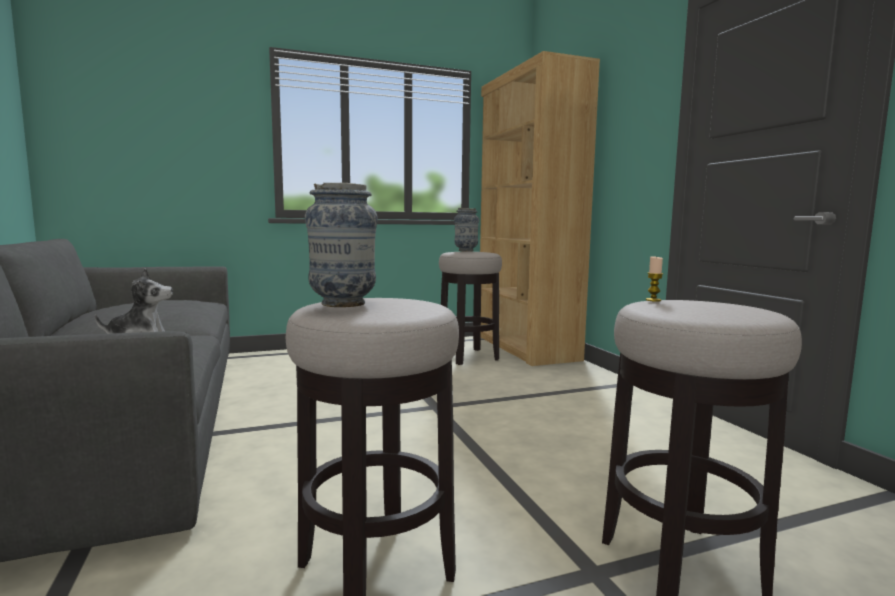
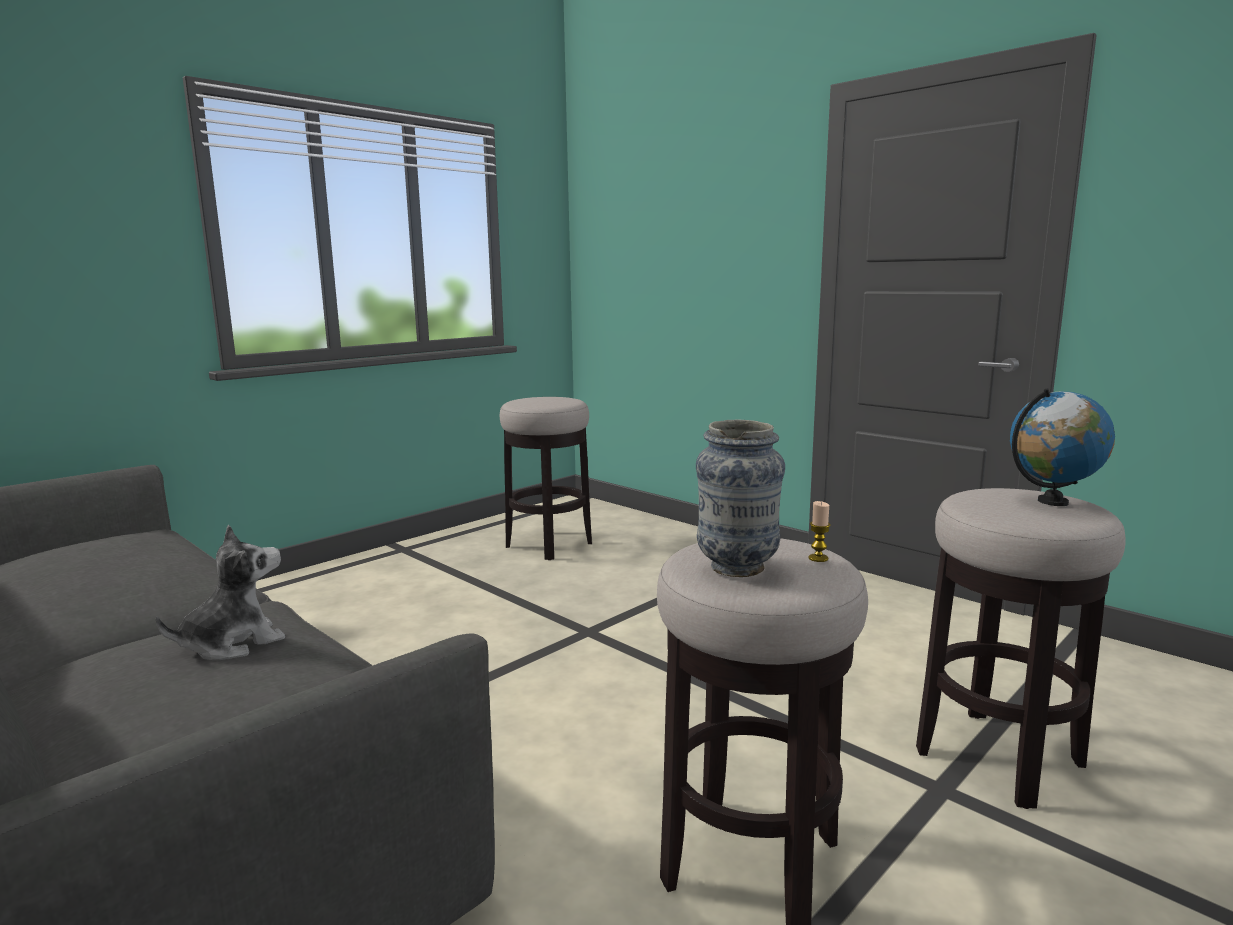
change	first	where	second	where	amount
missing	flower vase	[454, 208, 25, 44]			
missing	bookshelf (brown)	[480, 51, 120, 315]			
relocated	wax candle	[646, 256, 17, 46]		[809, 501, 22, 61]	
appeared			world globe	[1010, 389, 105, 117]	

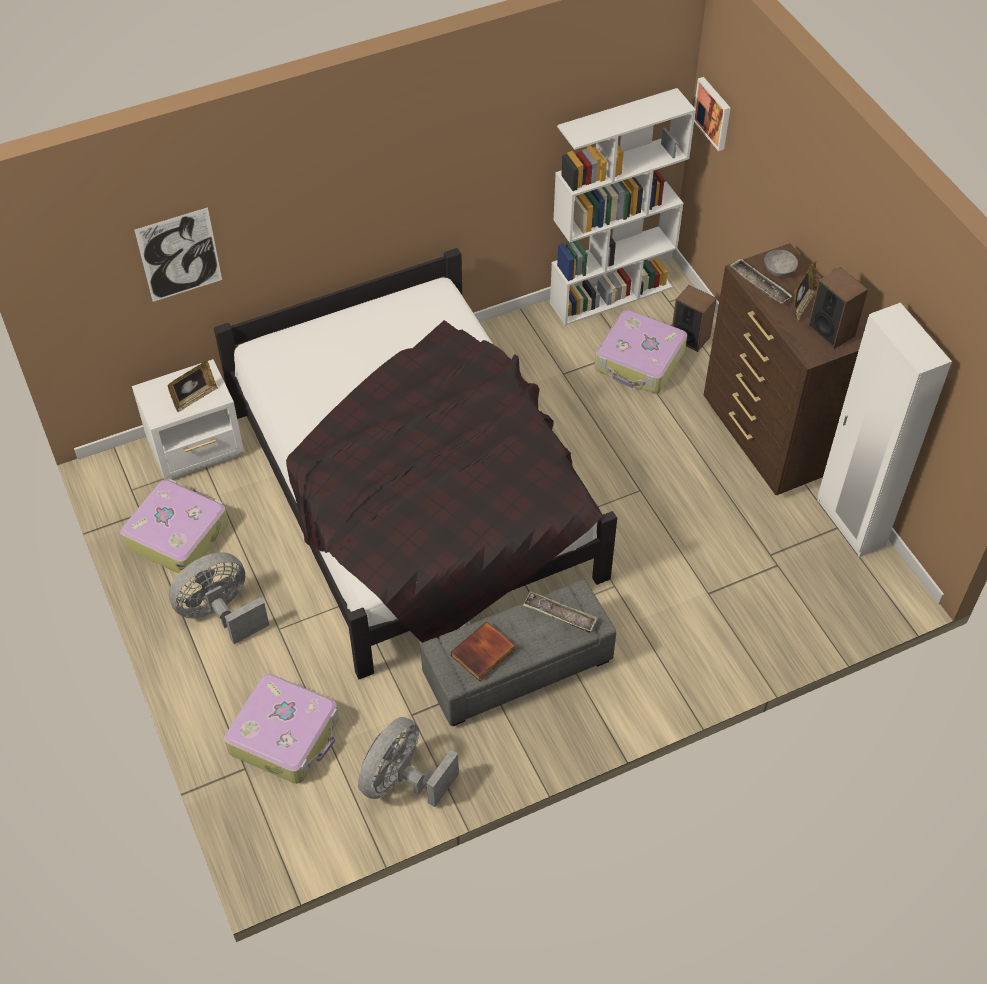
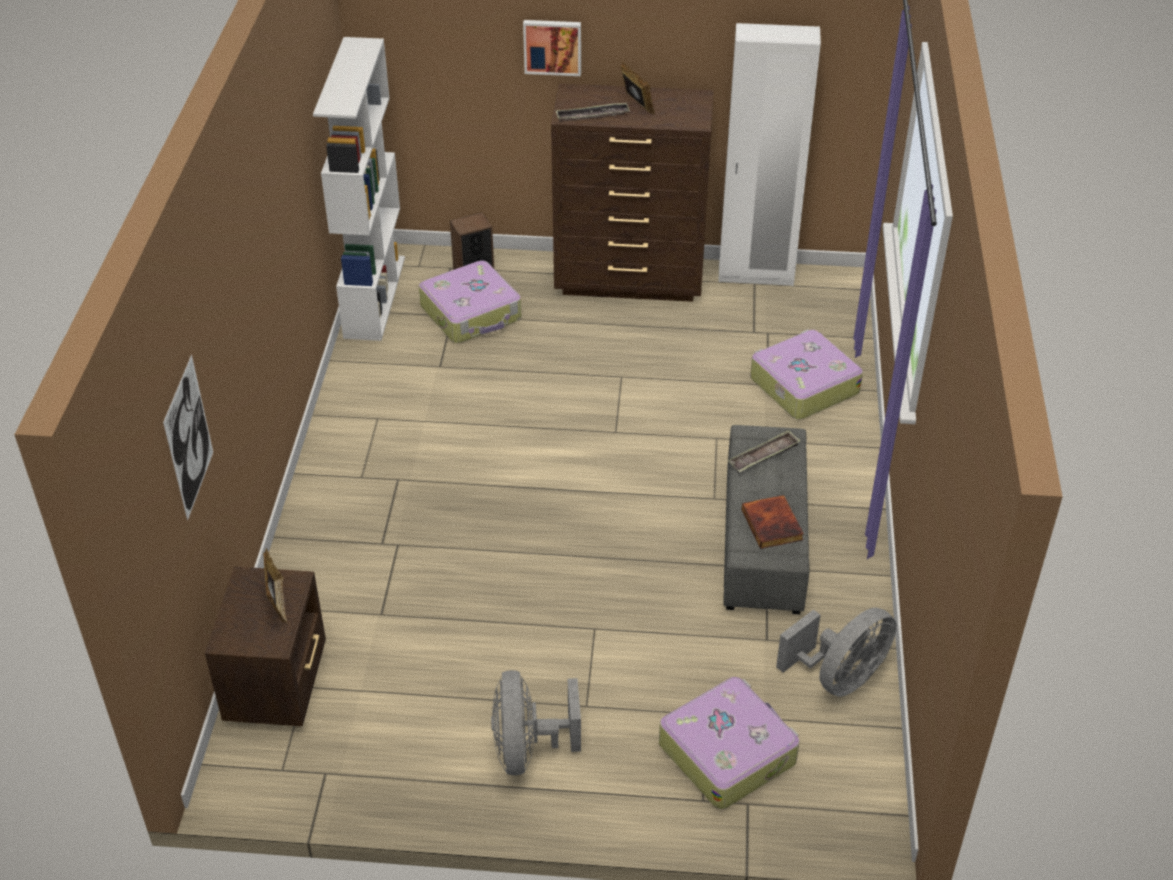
change	first	where	second	where	amount
relocated	suitcase	[120, 479, 109, 95]		[750, 329, 113, 91]	
colour	night table (white)	[132, 359, 112, 121]	night table (brown)	[205, 566, 121, 160]	
missing	bedroom bed (black-coloured)	[214, 248, 403, 431]			
spun	fan (greyish)	[358, 717, 101, 90]		[776, 608, 121, 89]	105 degrees counterclockwise
relocated	wall picture	[694, 77, 36, 74]		[523, 20, 58, 56]	
missing	serving bowl (greyish)	[764, 250, 34, 27]			
missing	loudspeaker	[808, 267, 60, 82]			

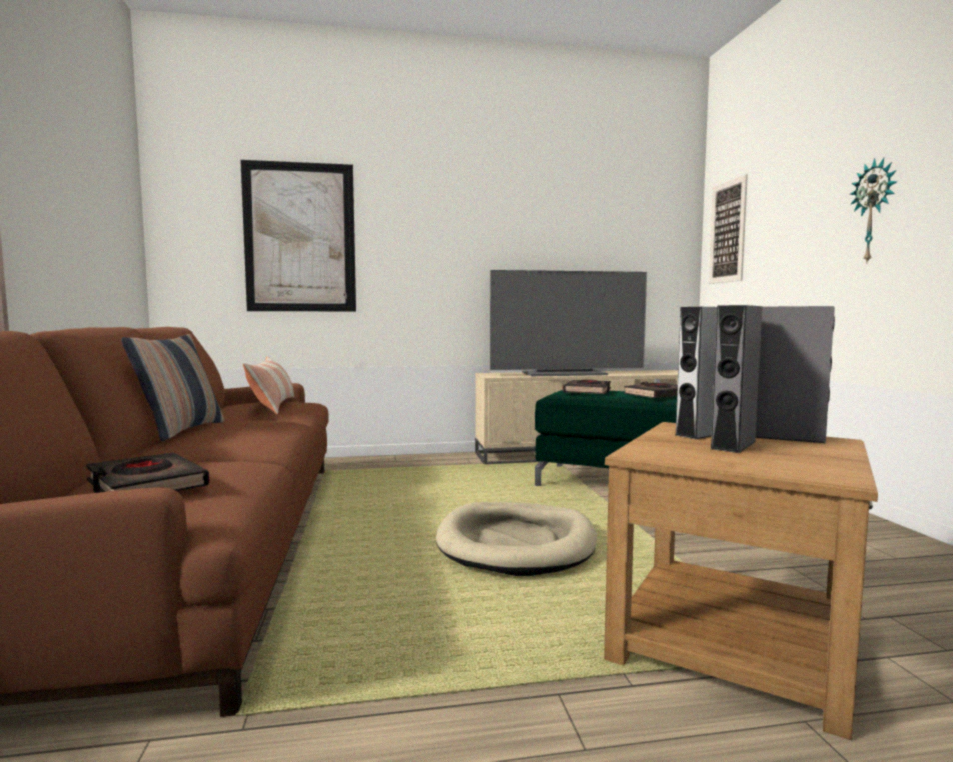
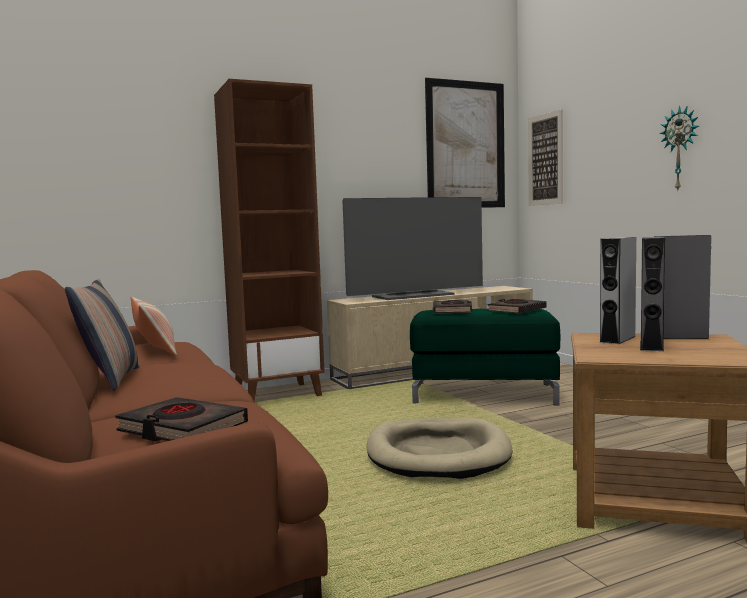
change	first	where	second	where	amount
relocated	wall picture	[240, 160, 116, 151]		[425, 78, 80, 130]	
appeared			bookshelf (brown)	[214, 79, 111, 322]	

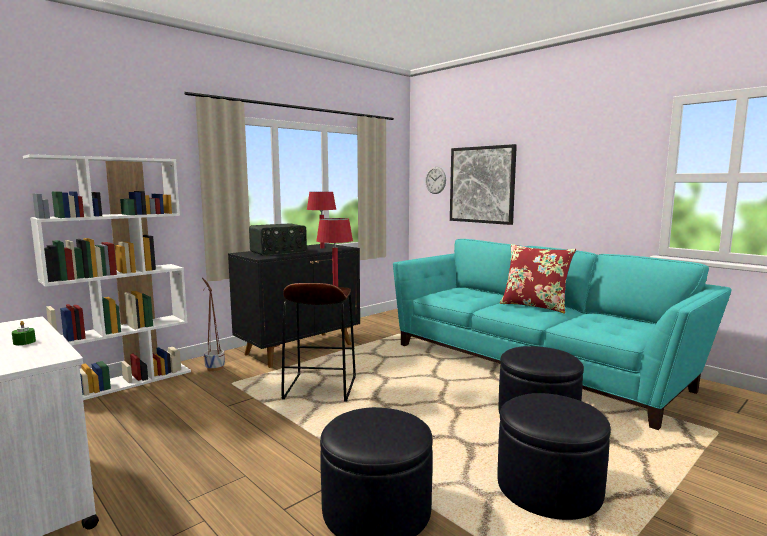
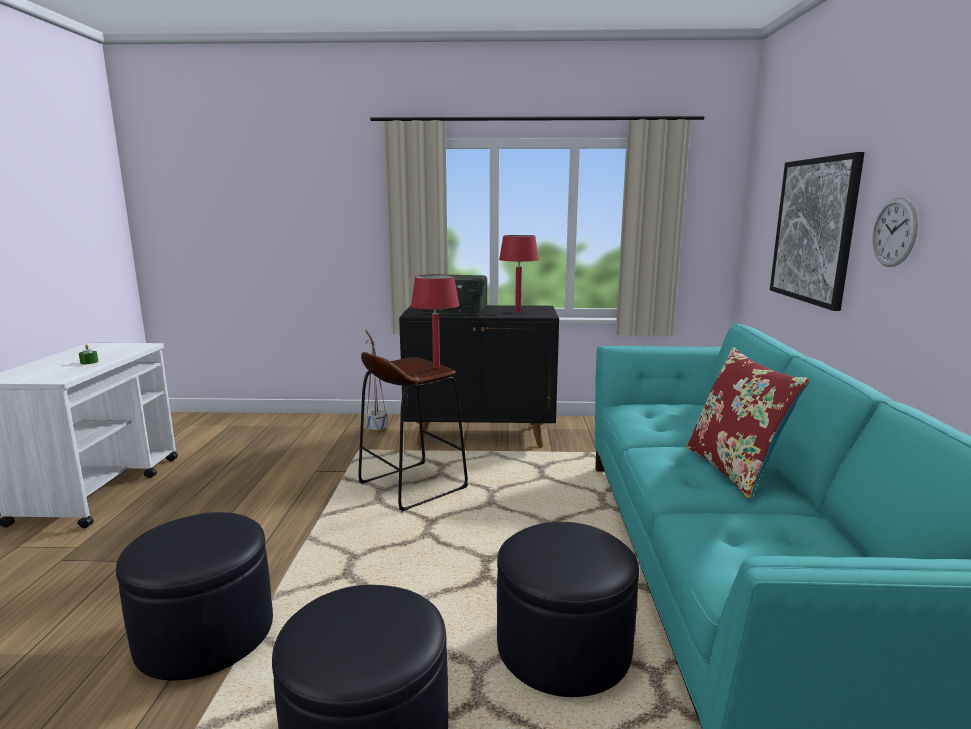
change	first	where	second	where	amount
missing	bookshelf (white)	[23, 154, 168, 246]			
relocated	clock on the wall	[425, 167, 21, 27]		[872, 197, 46, 70]	

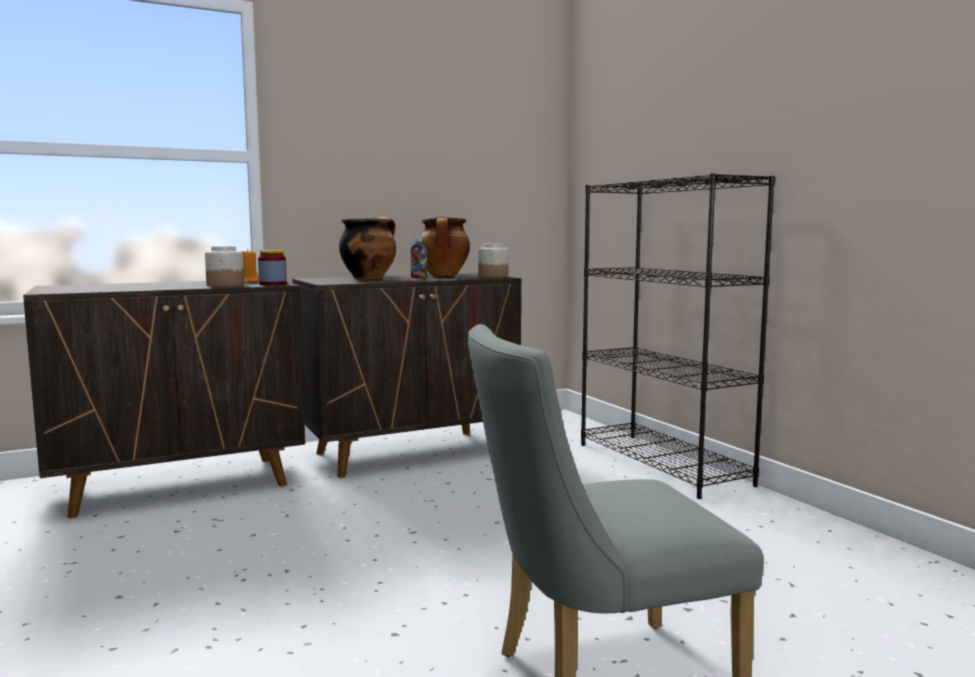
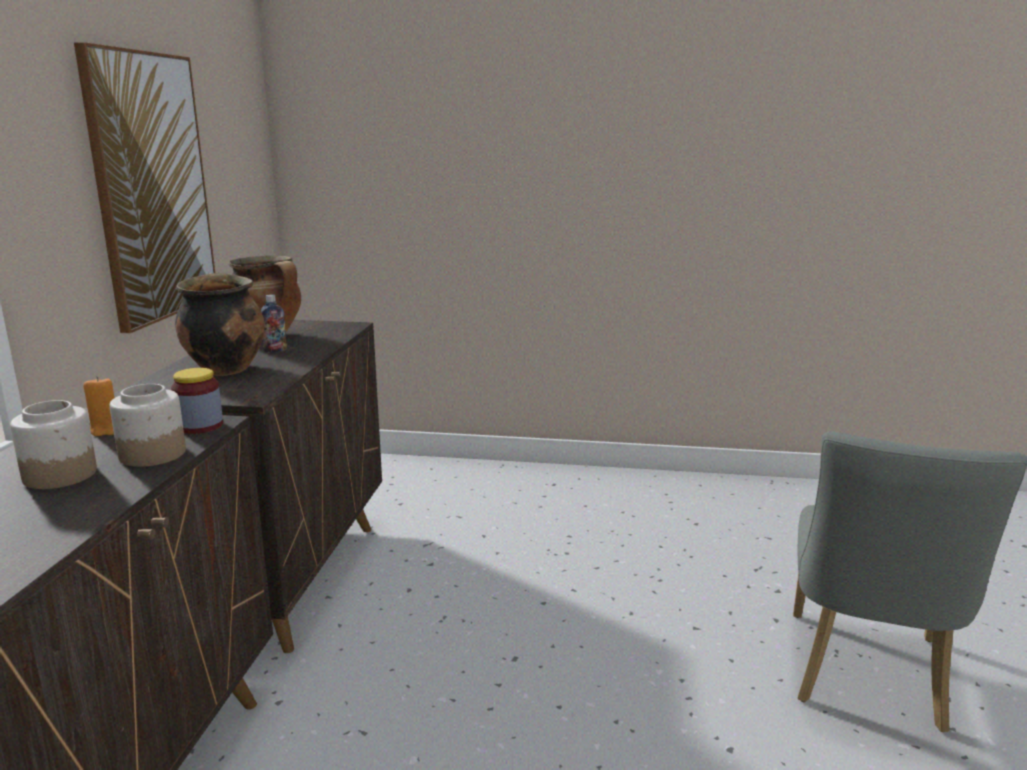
change	first	where	second	where	amount
relocated	storage jar	[478, 243, 30, 35]		[10, 400, 87, 89]	
missing	bookshelf (black-coloured)	[581, 173, 194, 326]			
appeared			wall picture	[74, 42, 141, 291]	

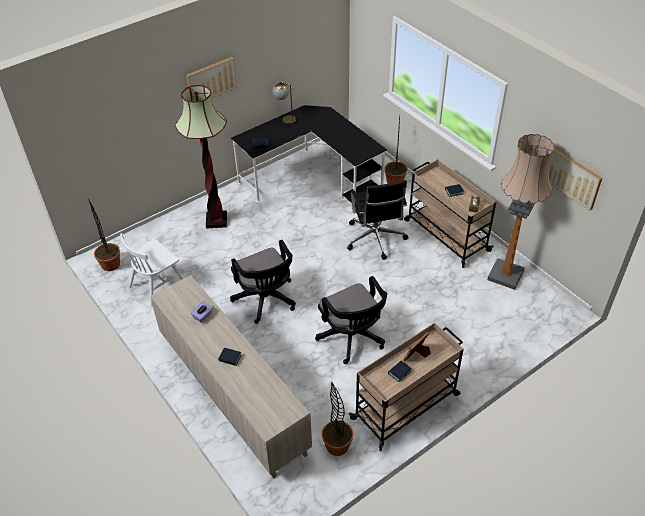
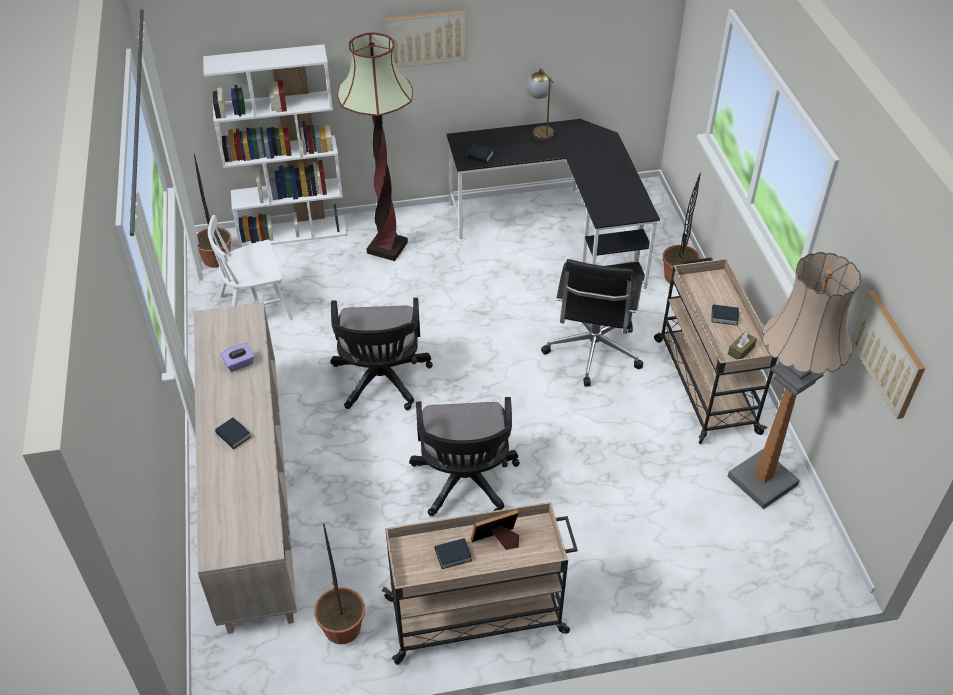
change	first	where	second	where	amount
appeared			bookshelf (white)	[203, 44, 144, 204]	

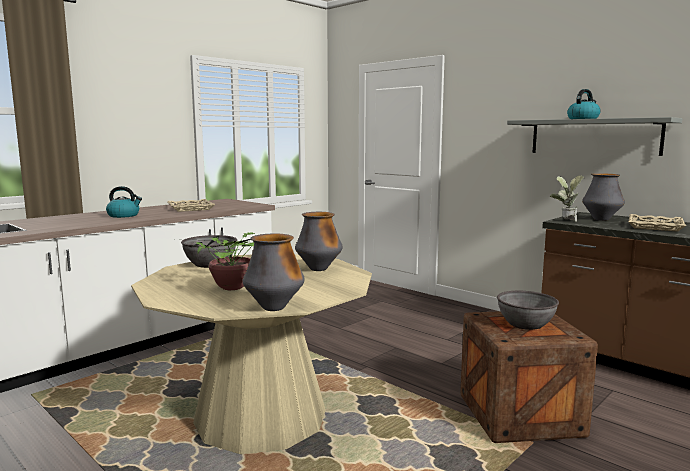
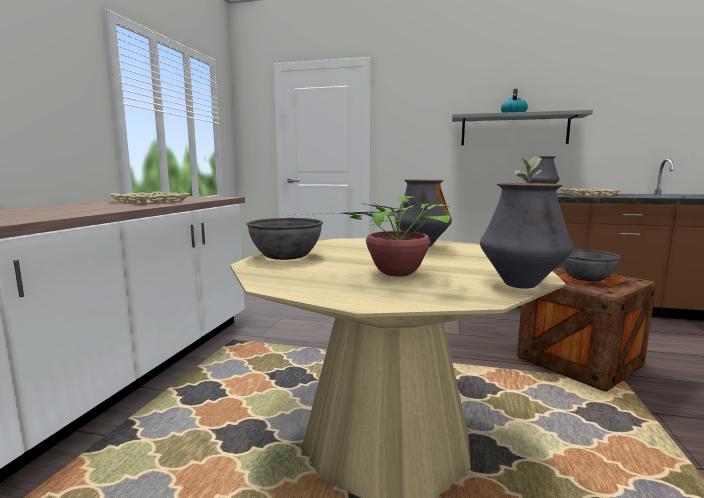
change	first	where	second	where	amount
missing	kettle	[106, 186, 36, 32]			

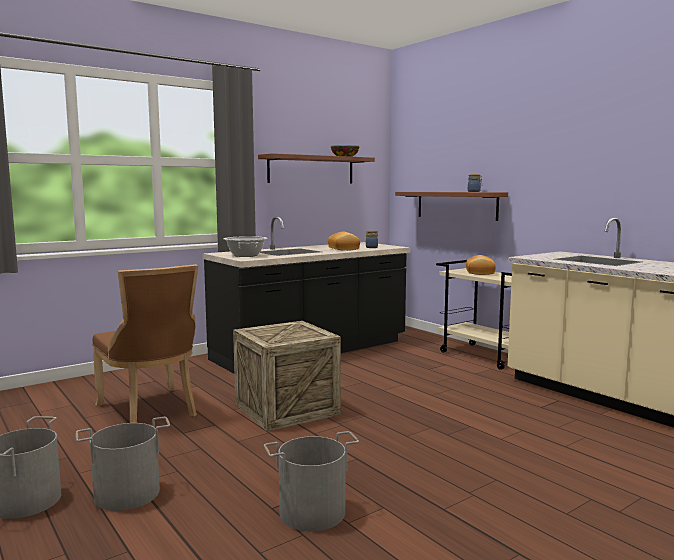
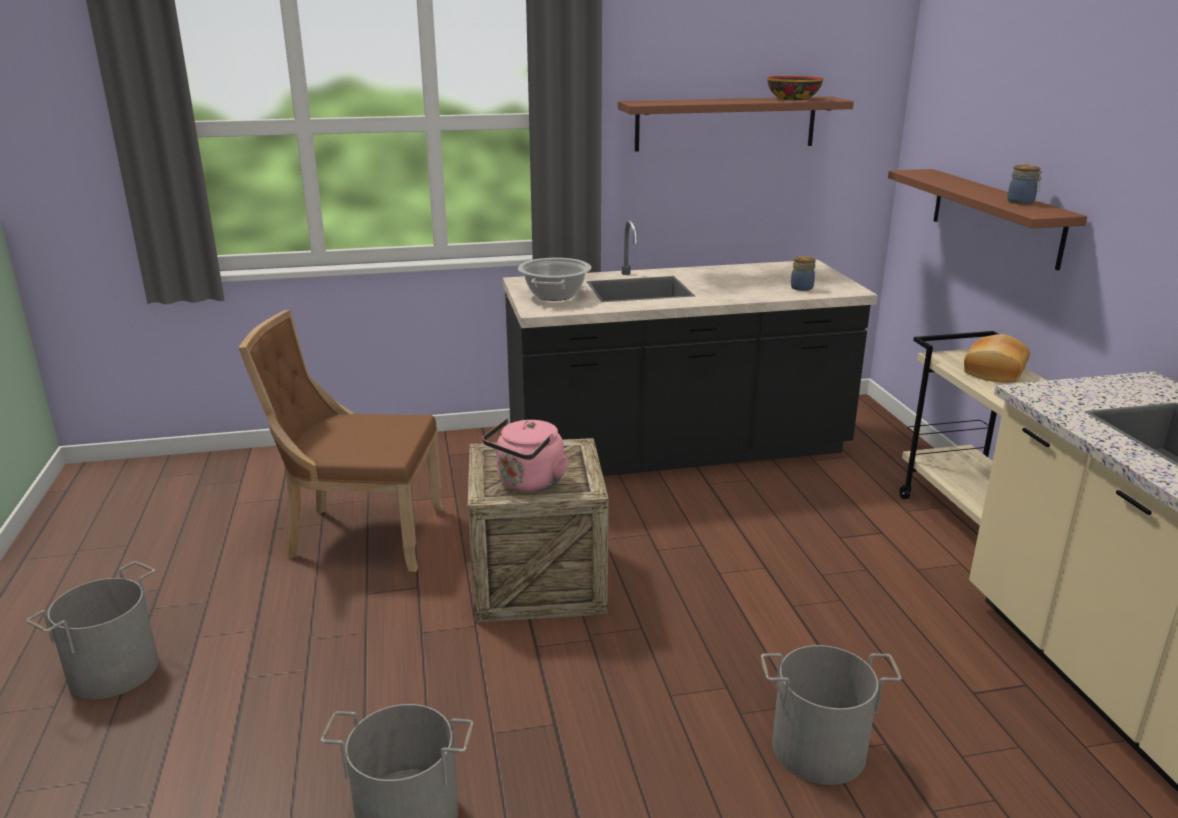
change	first	where	second	where	amount
relocated	pail (greyish)	[75, 417, 95, 94]		[761, 645, 141, 140]	
spun	upright chair (brown)	[92, 264, 106, 159]		[239, 310, 205, 262]	105 degrees clockwise
missing	baked bread	[328, 232, 32, 19]			
appeared			kettle (pinkish)	[482, 419, 87, 73]	

